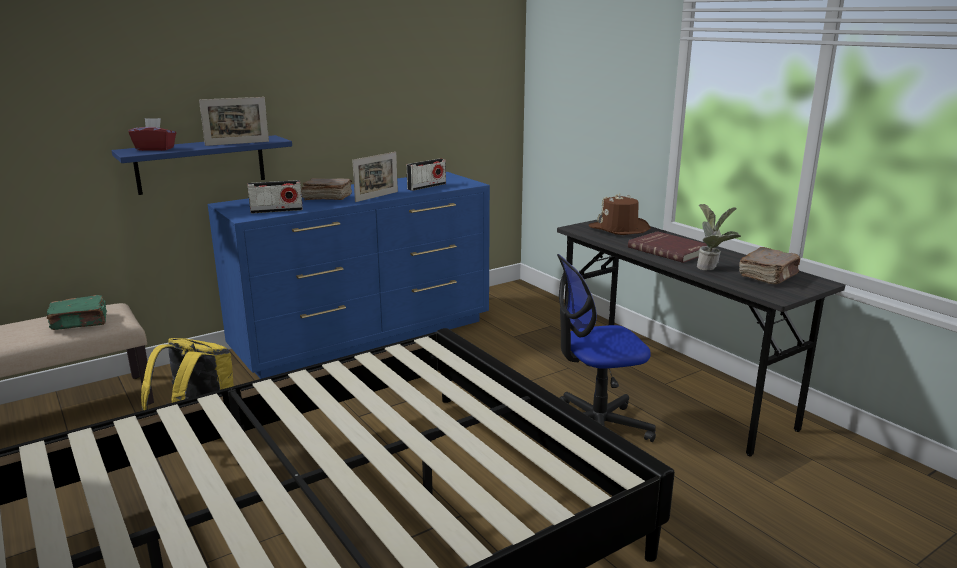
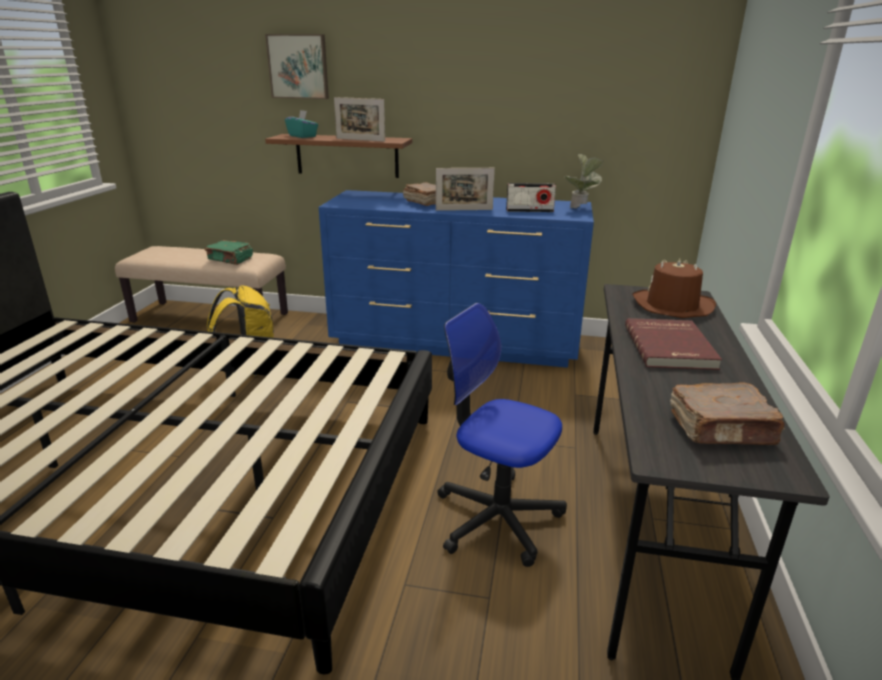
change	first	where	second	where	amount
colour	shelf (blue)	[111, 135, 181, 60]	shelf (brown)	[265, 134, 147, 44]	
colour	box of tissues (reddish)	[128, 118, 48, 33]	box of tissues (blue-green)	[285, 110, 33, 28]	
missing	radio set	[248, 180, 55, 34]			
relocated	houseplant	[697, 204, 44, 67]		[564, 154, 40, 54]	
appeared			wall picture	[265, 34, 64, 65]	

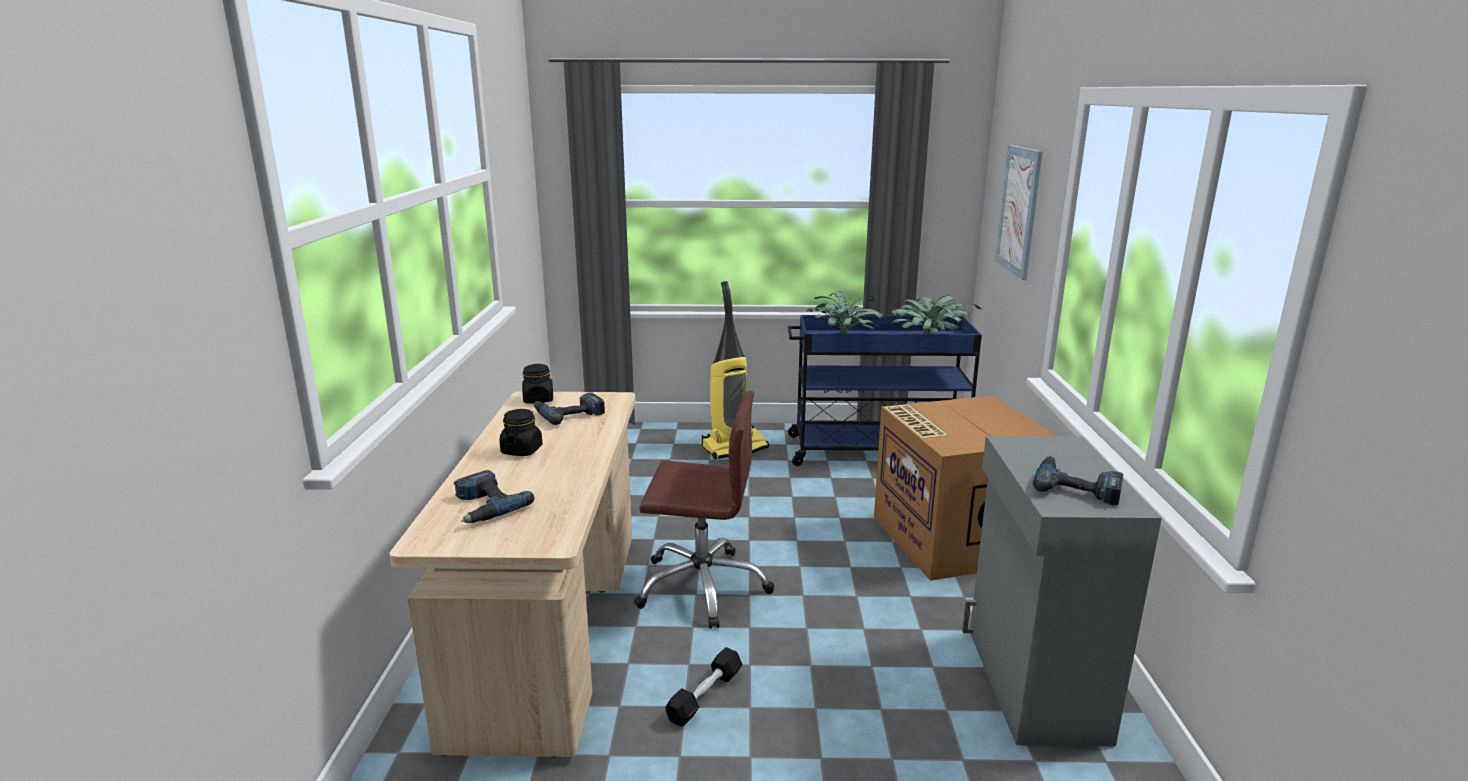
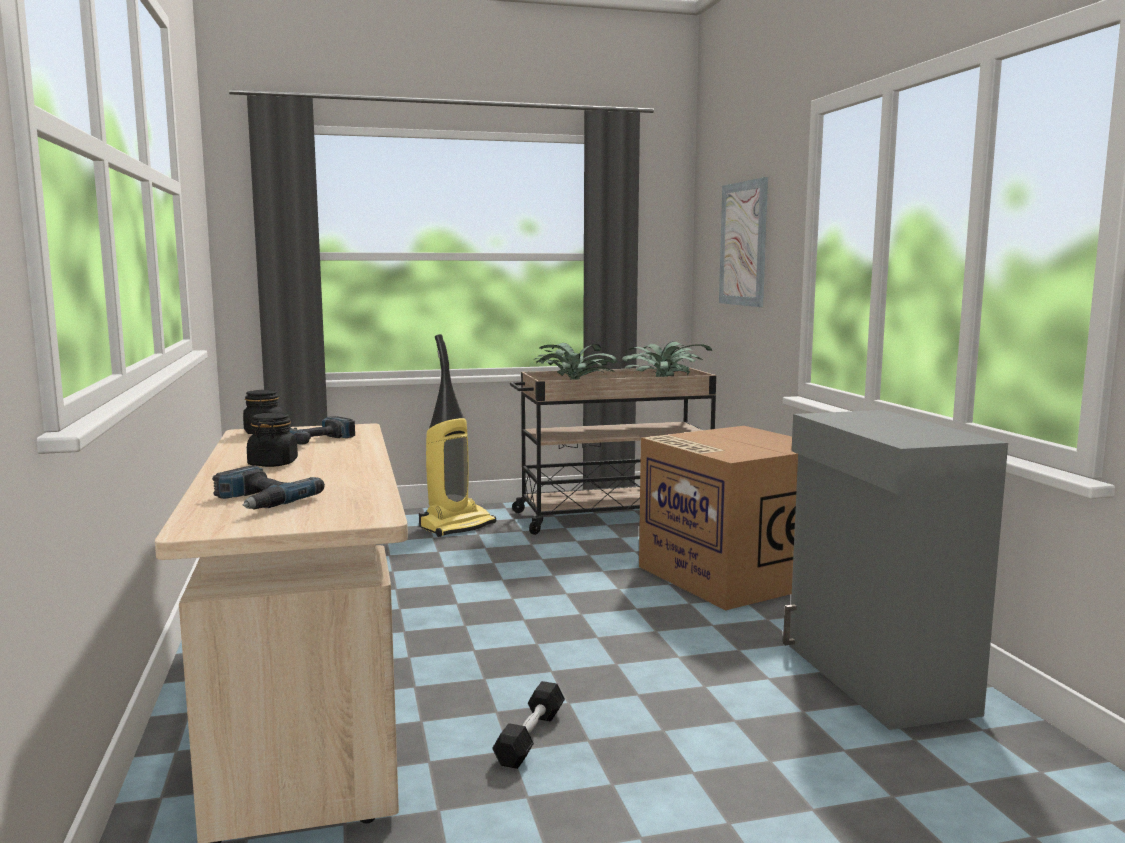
change	first	where	second	where	amount
missing	office chair (brown)	[634, 391, 140, 238]			
colour	trolley (blue)	[788, 315, 194, 151]	trolley (sand-coloured)	[510, 367, 206, 168]	
missing	electric drill	[1033, 456, 90, 50]			

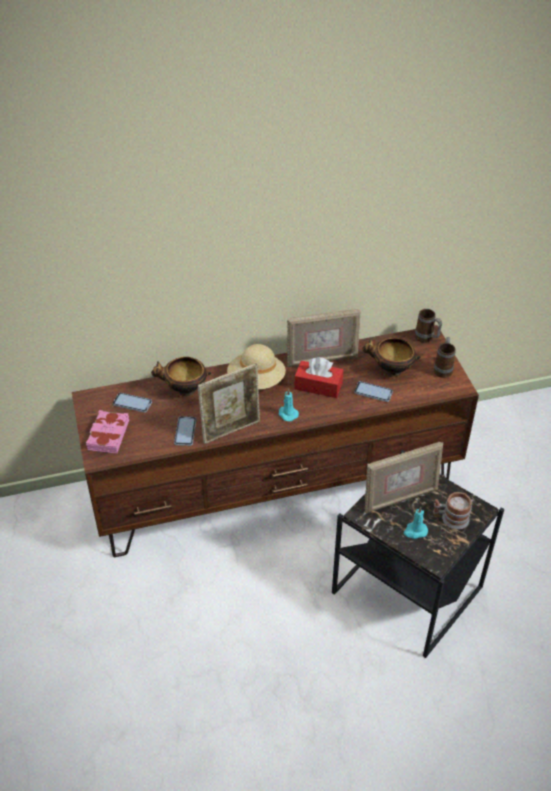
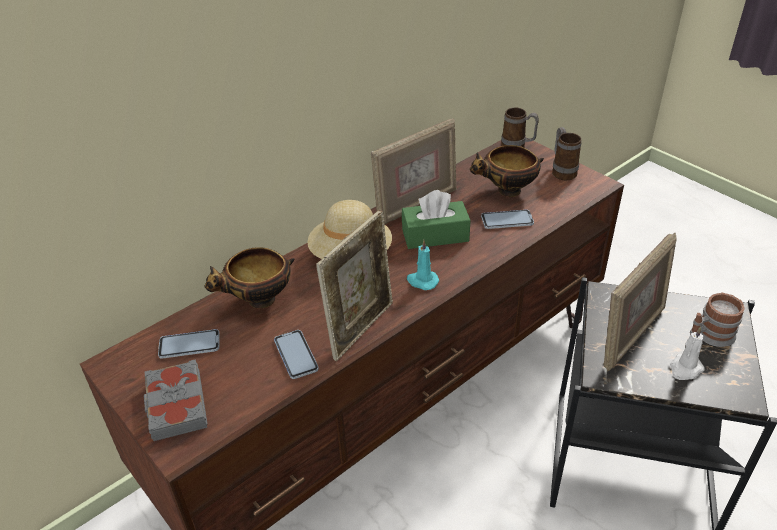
change	first	where	second	where	amount
colour	bound book (pinkish)	[86, 410, 43, 44]	bound book (greyish)	[144, 359, 64, 82]	
colour	box of tissues (reddish)	[294, 357, 49, 41]	box of tissues (green-coloured)	[402, 190, 69, 59]	
colour	wax candle (blue-green)	[404, 506, 24, 33]	wax candle (white)	[670, 326, 34, 54]	

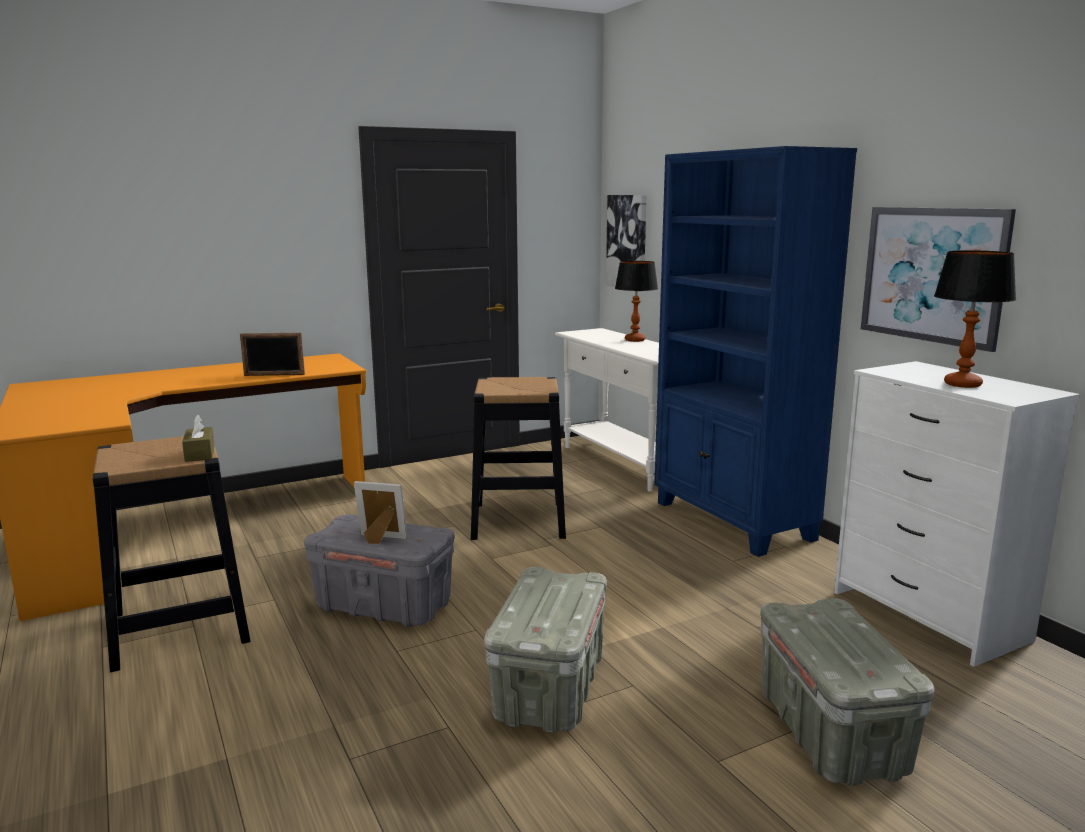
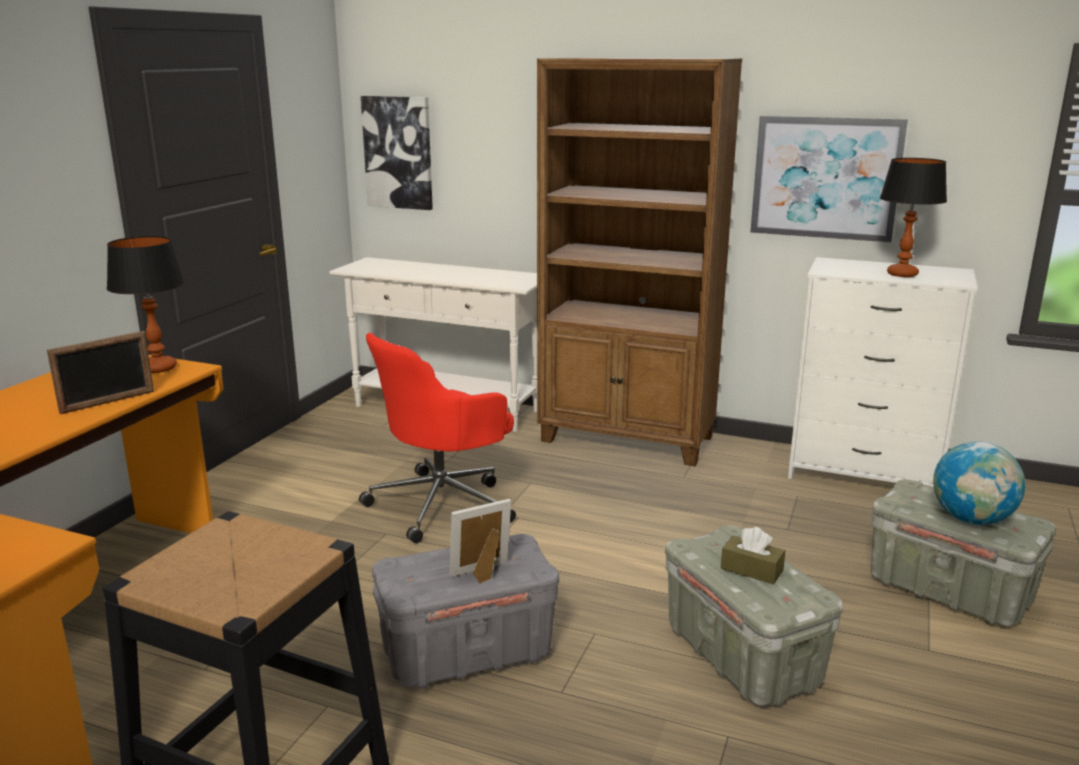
change	first	where	second	where	amount
relocated	box of tissues (brown)	[182, 415, 33, 47]		[721, 527, 64, 57]	
exchanged	stool (black-coloured)	[471, 377, 95, 163]	office chair (reddish)	[359, 333, 157, 210]	
relocated	lamp for a table	[615, 261, 43, 81]		[107, 236, 78, 137]	
colour	bookshelf (blue)	[654, 146, 203, 411]	bookshelf (brown)	[537, 58, 205, 408]	
appeared			world globe	[933, 441, 92, 84]	

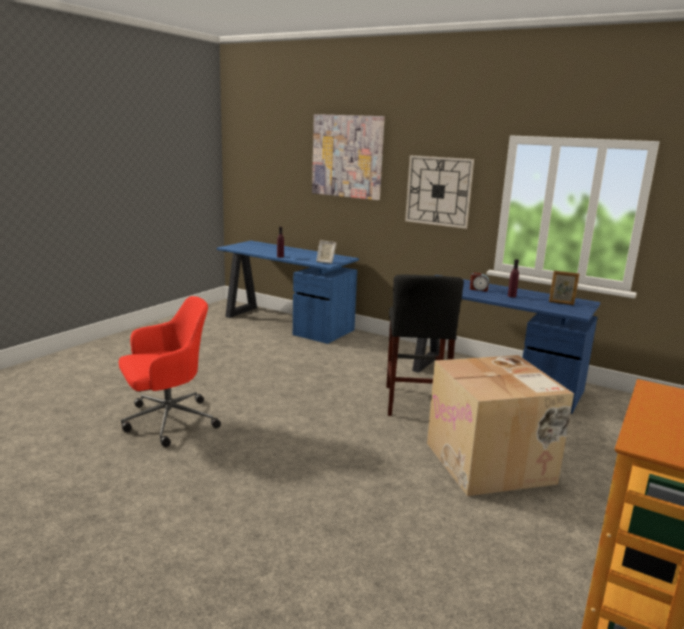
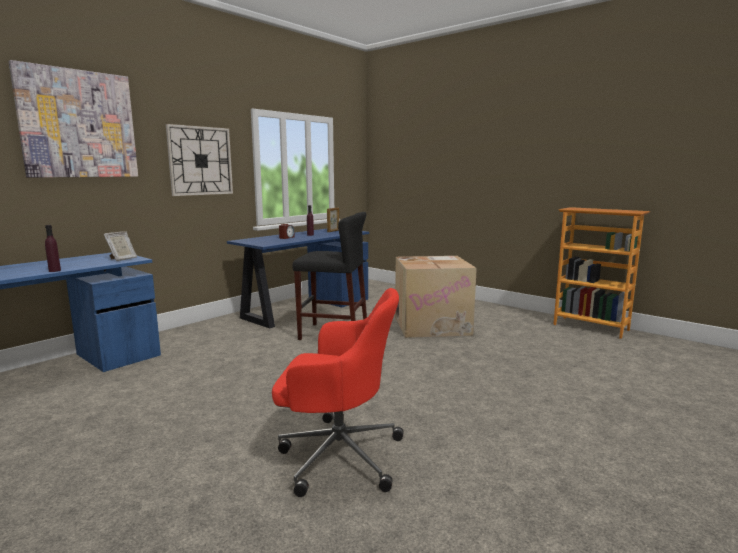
change	first	where	second	where	amount
spun	office chair (reddish)	[119, 296, 102, 151]		[272, 288, 131, 209]	120 degrees clockwise

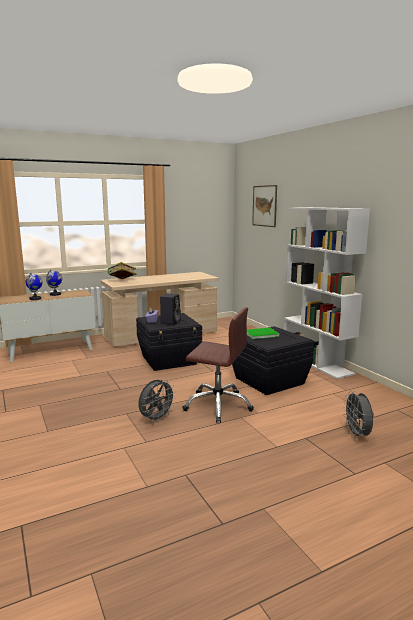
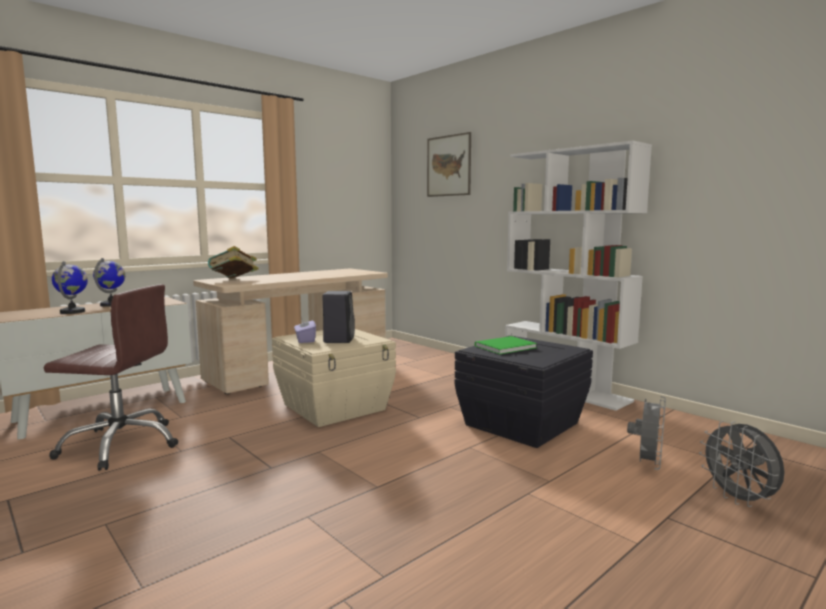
change	first	where	second	where	amount
colour	storage container (black-coloured)	[136, 313, 66, 58]	storage container (sand-coloured)	[272, 329, 124, 98]	
relocated	fan (greyish)	[138, 380, 38, 43]		[627, 396, 39, 74]	
relocated	office chair (brown)	[182, 307, 72, 116]		[44, 284, 134, 187]	

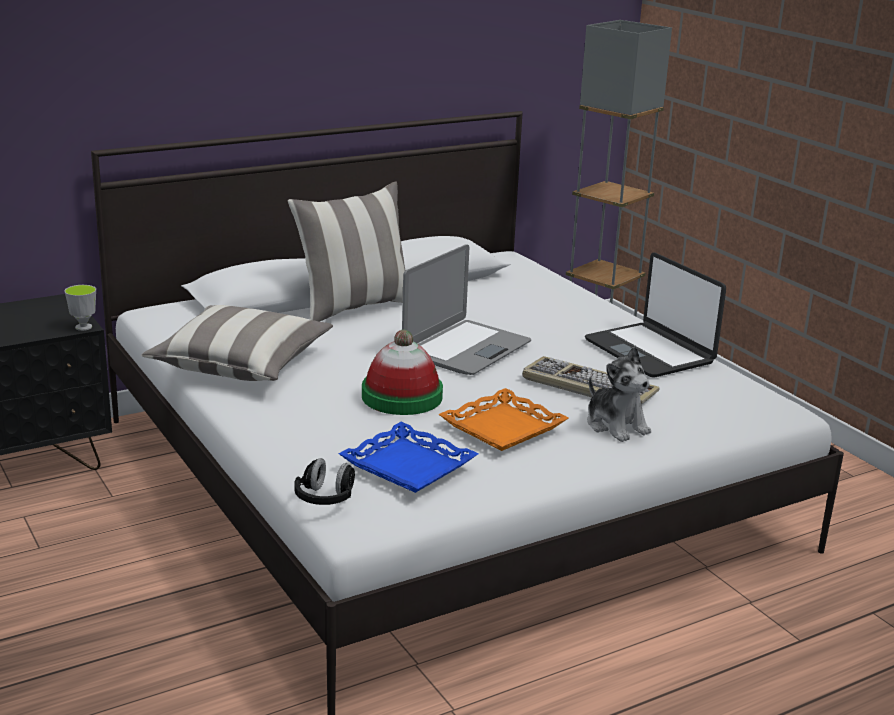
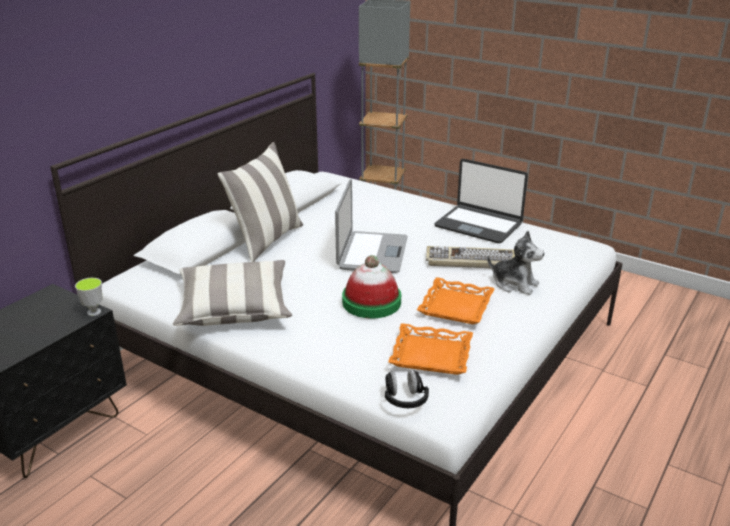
change	first	where	second	where	amount
colour	carrying tray (blue)	[339, 422, 140, 71]	carrying tray (orange)	[388, 323, 85, 52]	

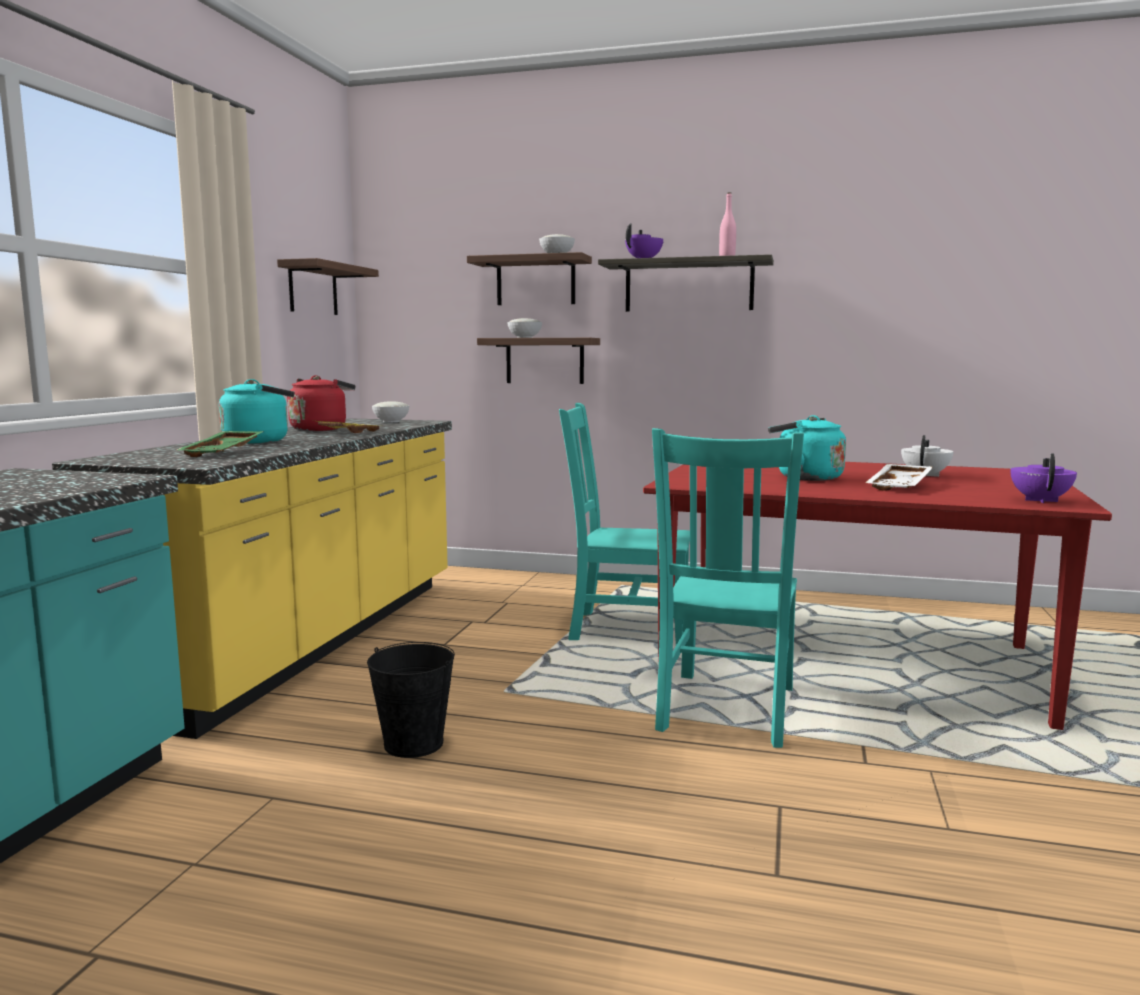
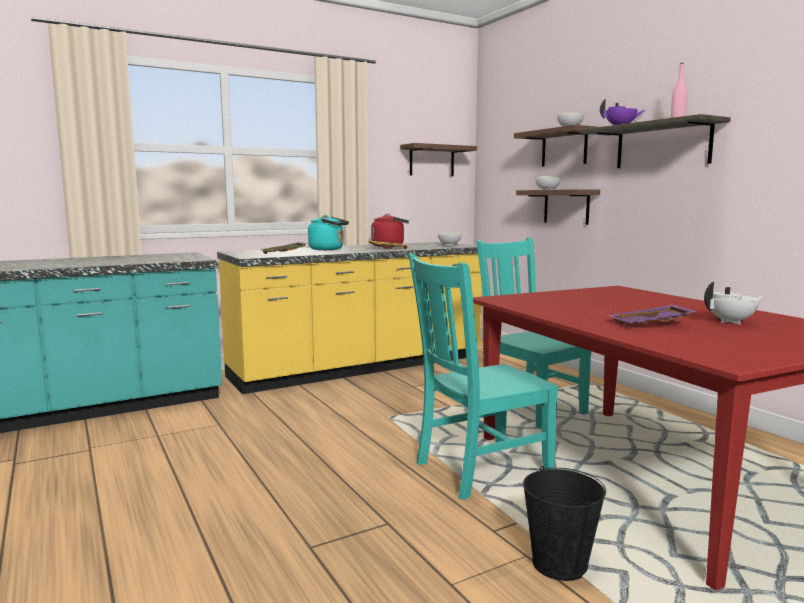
change	first	where	second	where	amount
relocated	pail (black-coloured)	[367, 642, 88, 116]		[523, 466, 83, 115]	
missing	kettle (blue-green)	[768, 415, 78, 66]			
colour	carrying tray (white)	[866, 464, 67, 27]	carrying tray (purplish)	[610, 305, 87, 20]	
missing	teapot (purplish)	[1011, 453, 66, 50]			

